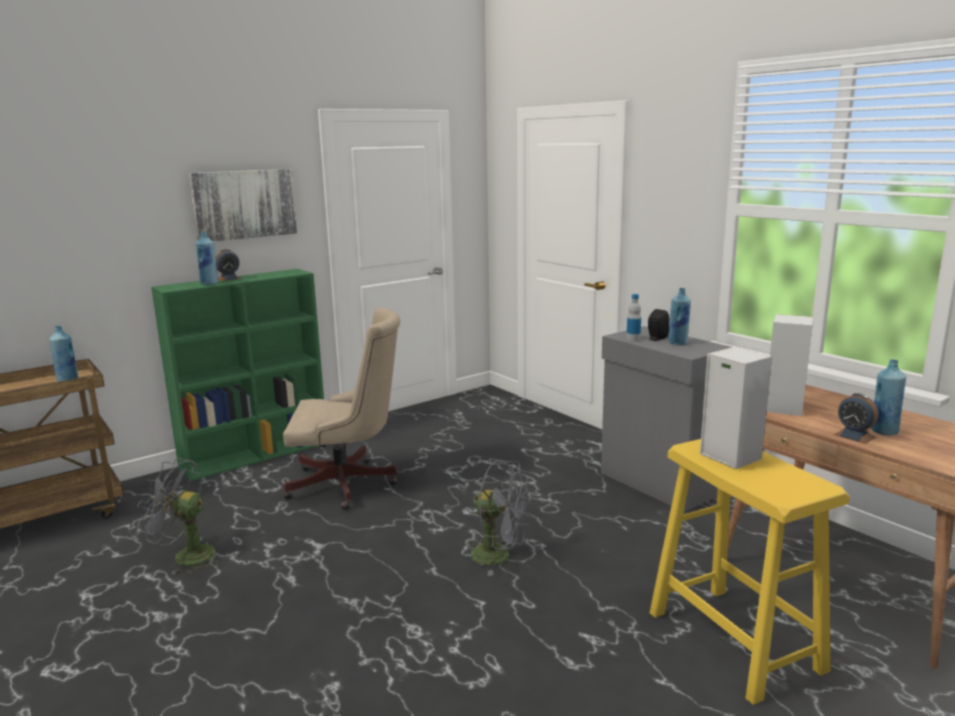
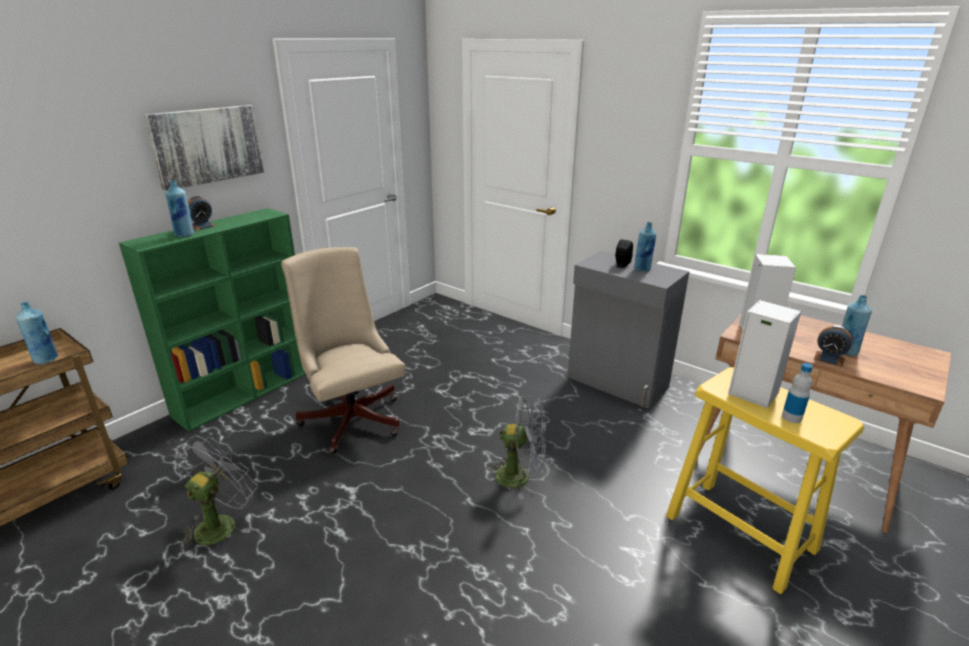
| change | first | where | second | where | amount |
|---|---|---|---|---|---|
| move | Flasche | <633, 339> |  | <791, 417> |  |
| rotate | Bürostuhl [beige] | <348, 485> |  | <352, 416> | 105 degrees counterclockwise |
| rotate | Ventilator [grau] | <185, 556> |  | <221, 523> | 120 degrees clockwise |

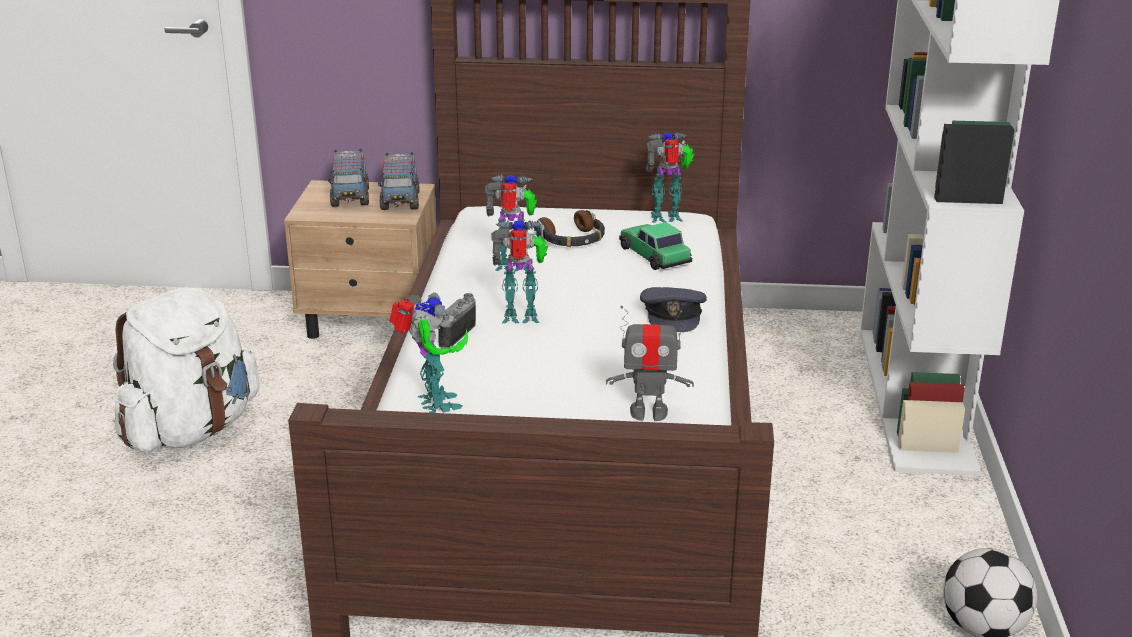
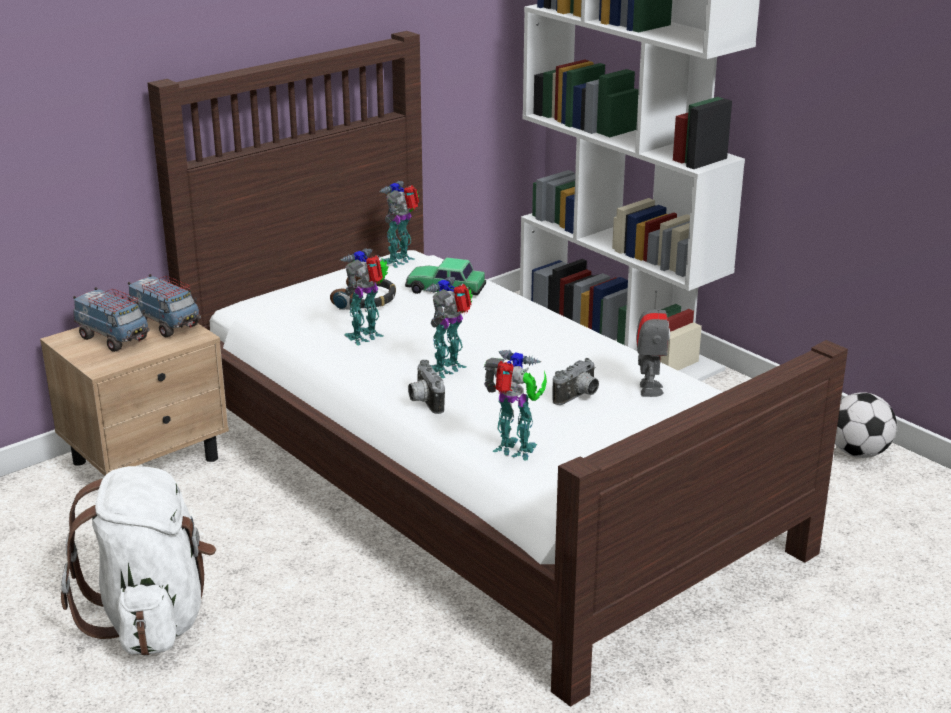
| change | first | where | second | where | amount |
|---|---|---|---|---|---|
| delete | Kappe [grau] | <673, 315> |  |  |  |
| rotate | Spielzeugroboter | <648, 412> |  | <649, 389> | 45 degrees counterclockwise |
| insert |  |  | Kamera | <578, 397> |  |

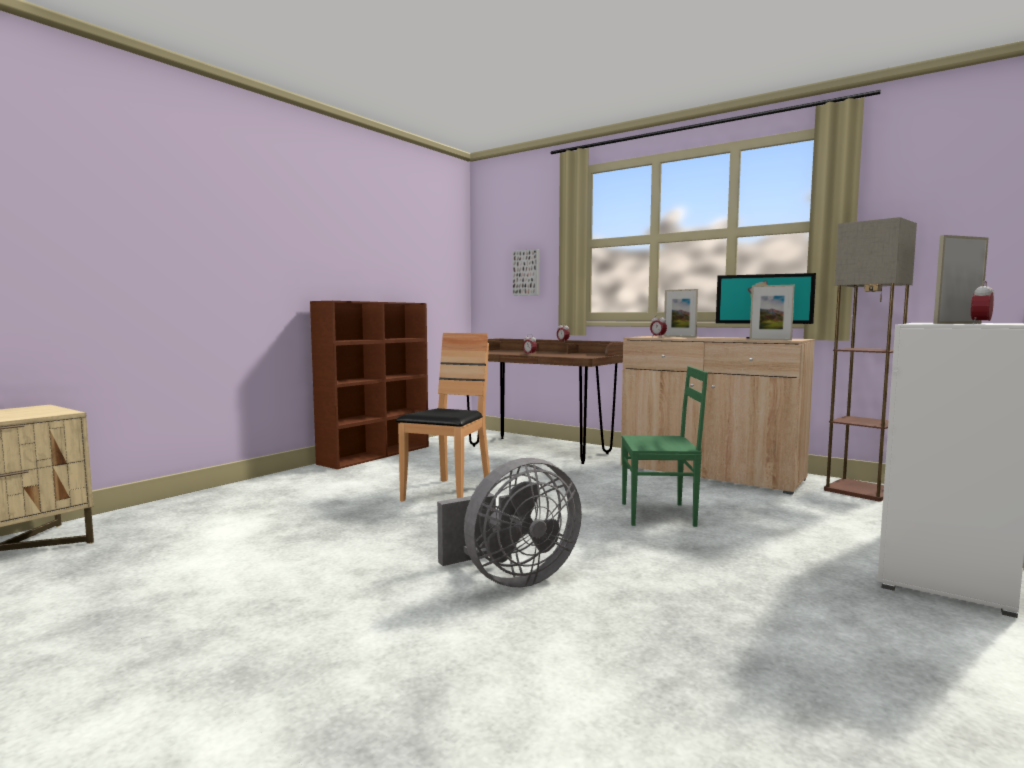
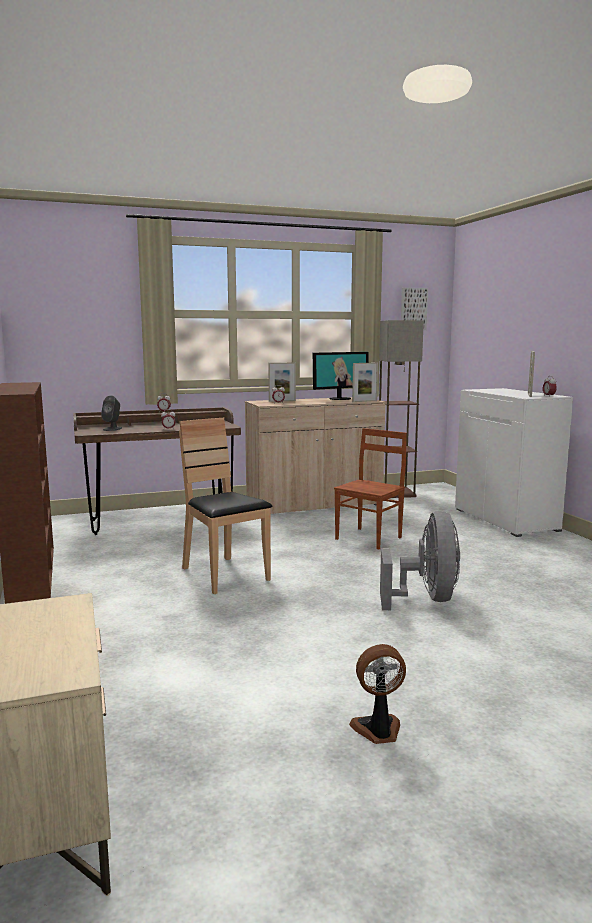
| change | first | where | second | where | amount |
|---|---|---|---|---|---|
| move | Bild | <527, 273> |  | <413, 309> |  |
| recolor | Stuhl [grün] | <659, 515> | Stuhl [braun] | <370, 538> |  |
| insert |  |  | Lautsprecher [grau] | <112, 429> |  |
| insert |  |  | Ventilator | <378, 731> |  |

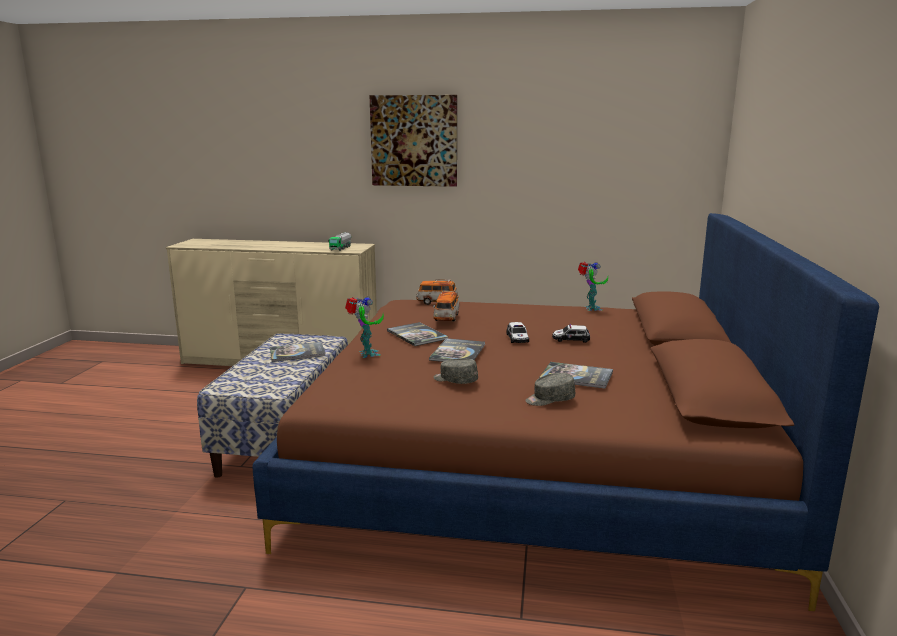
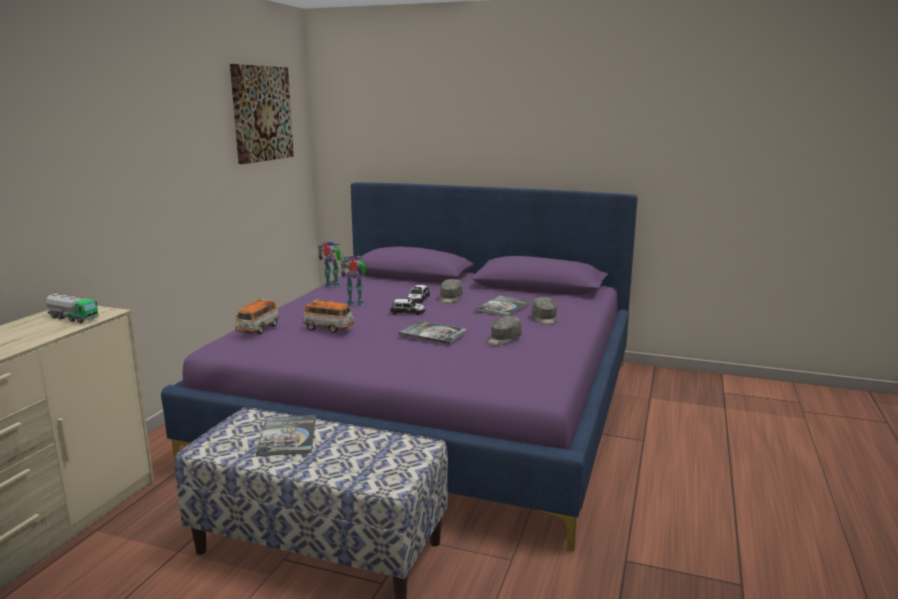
| change | first | where | second | where | amount |
|---|---|---|---|---|---|
| move | Bild | <414, 141> |  | <261, 113> |  |
| recolor | Bett [braun] | <533, 457> | Bett [lila] | <435, 408> |  |
| move | Spielzeugroboter | <366, 354> |  | <356, 303> |  |
| delete | Buch | <417, 335> |  |  |  |
| insert |  |  | Kappe [grau] | <450, 298> |  |

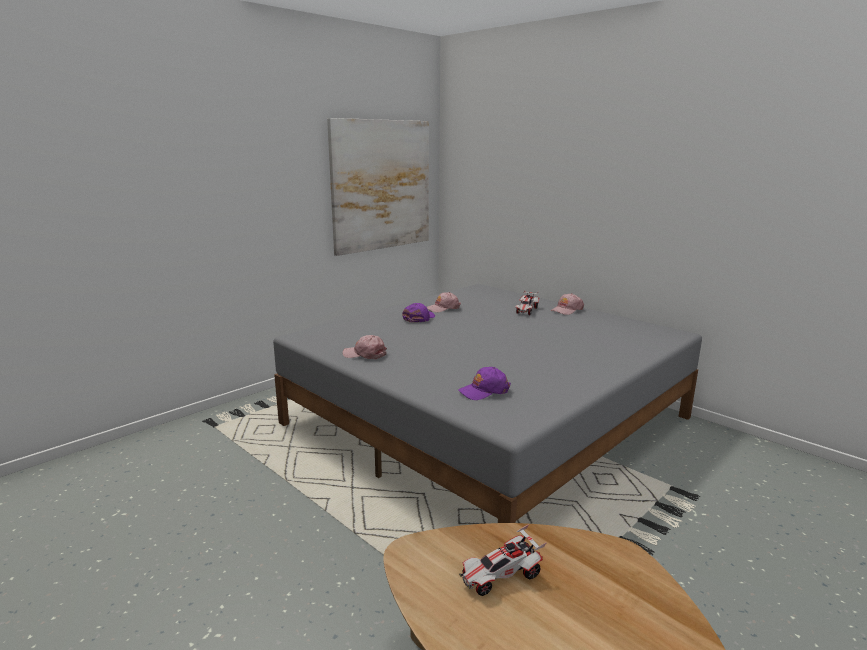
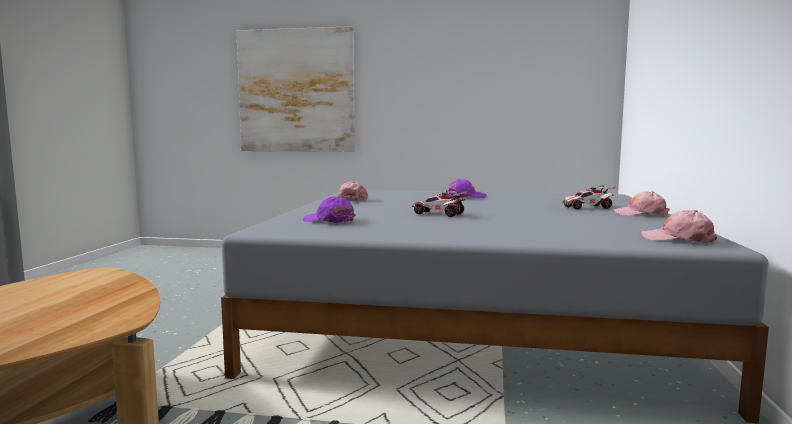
| change | first | where | second | where | amount |
|---|---|---|---|---|---|
| move | Bild | <381, 185> |  | <296, 91> |  |
| move | Kappe [rosa] | <443, 308> |  | <678, 239> |  |
| move | Spielzeugauto | <501, 576> |  | <438, 214> |  |

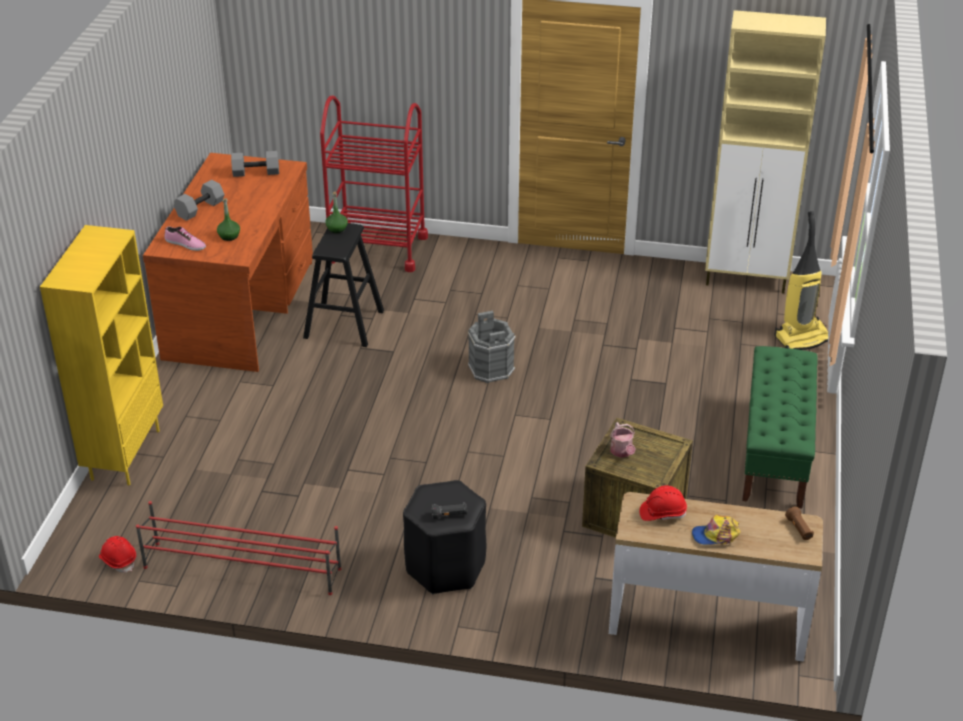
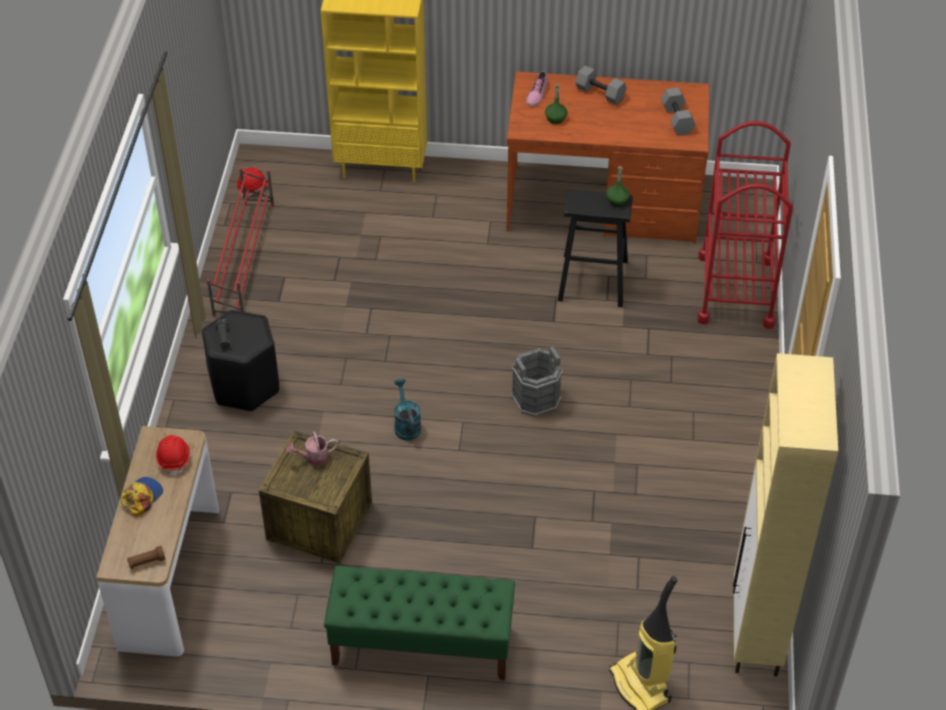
| change | first | where | second | where | amount |
|---|---|---|---|---|---|
| rotate | Kappe | <715, 535> |  | <141, 497> | 45 degrees clockwise |
| insert |  |  | Gießkanne [türkis] | <406, 425> |  |

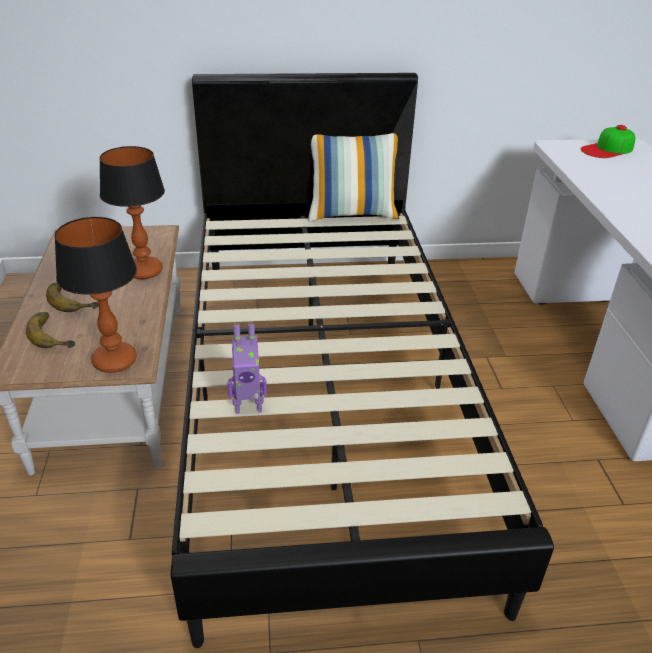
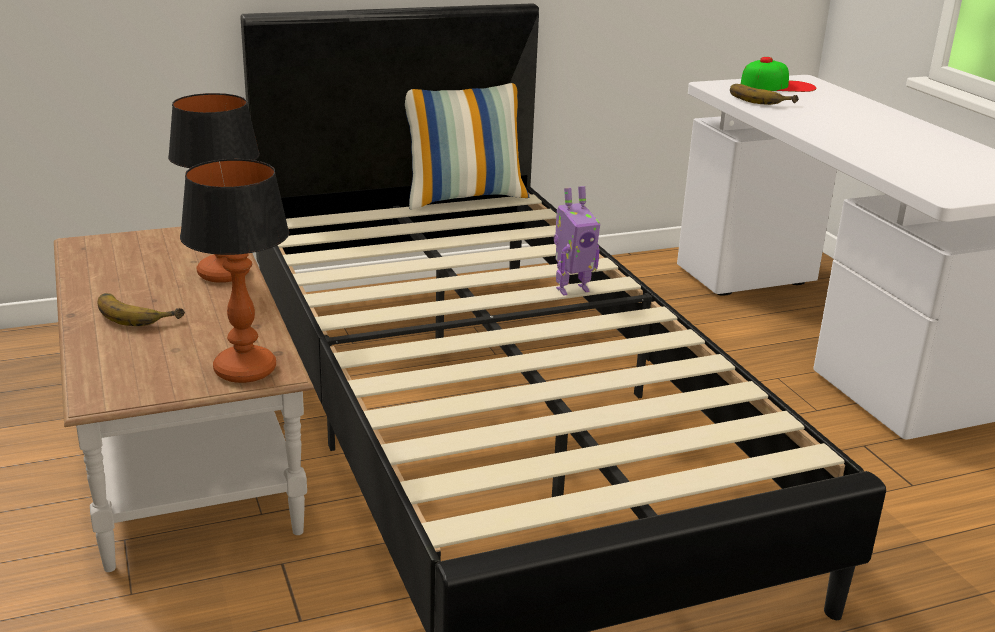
| change | first | where | second | where | amount |
|---|---|---|---|---|---|
| rotate | Kappe | <607, 149> |  | <778, 85> | 135 degrees counterclockwise |
| move | Banane | <55, 333> |  | <760, 99> |  |
| move | Spielzeugroboter | <248, 406> |  | <571, 289> |  |

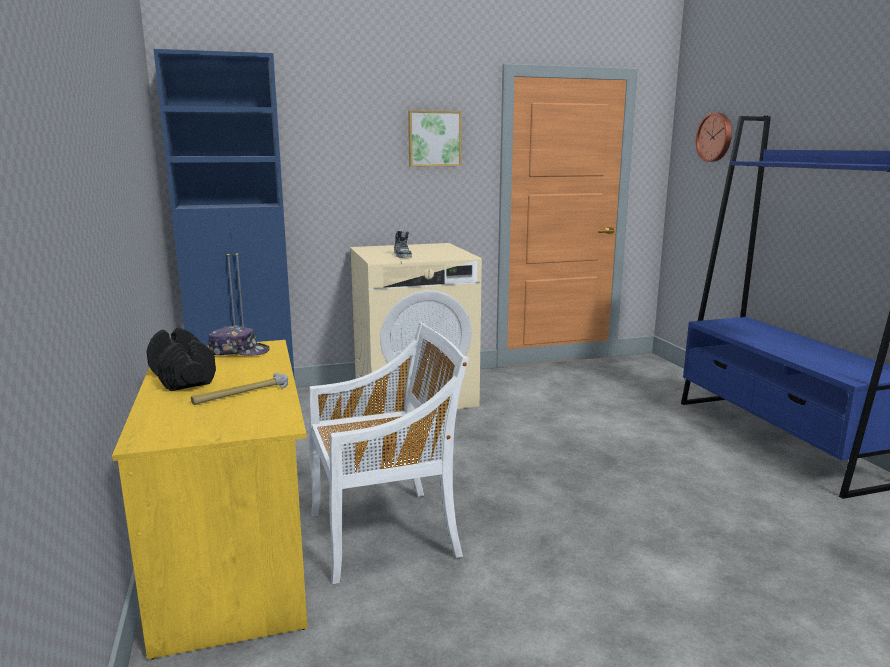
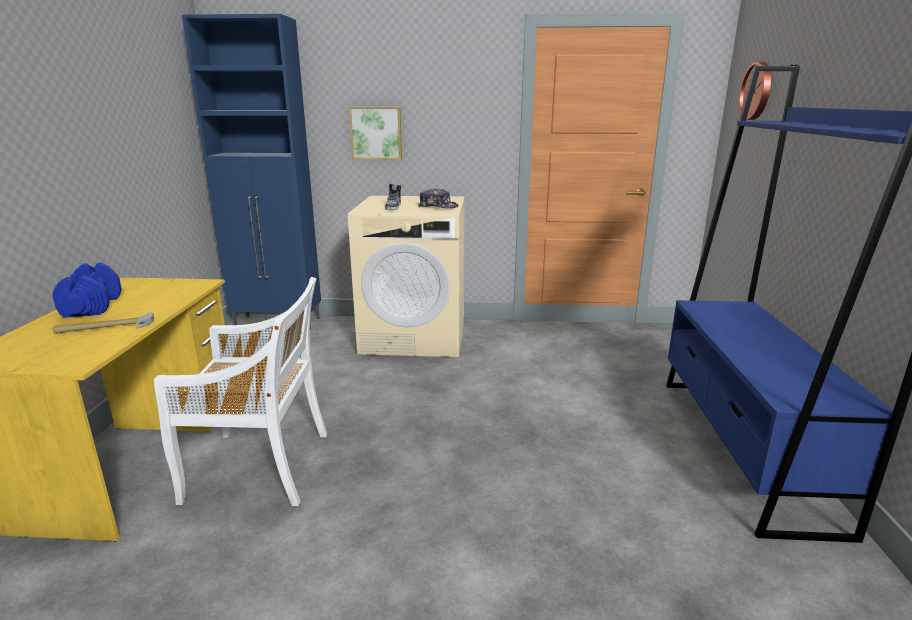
| change | first | where | second | where | amount |
|---|---|---|---|---|---|
| move | Bild | <434, 138> |  | <376, 133> |  |
| move | Kappe | <238, 352> |  | <438, 206> |  |
| recolor | Hantel [schwarz] | <183, 378> | Hantel [blau] | <92, 306> |  |

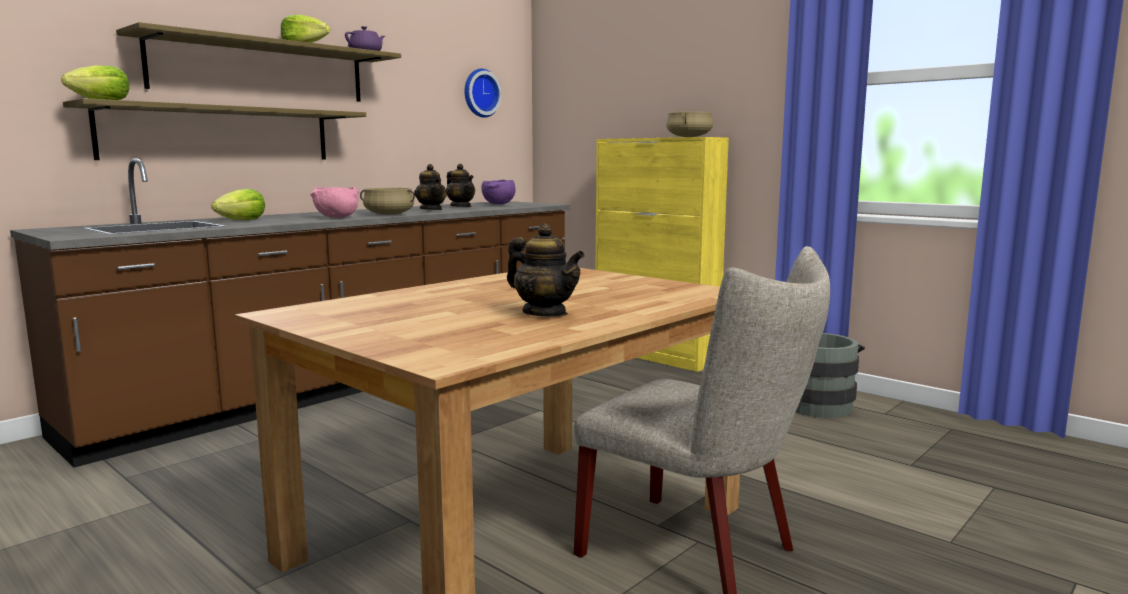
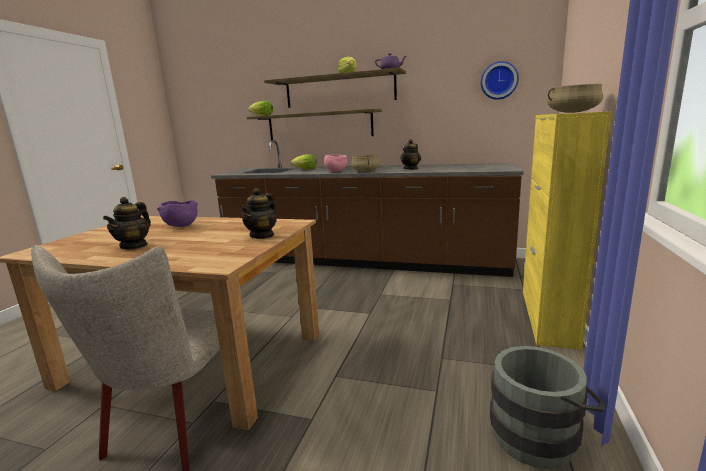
| change | first | where | second | where | amount |
|---|---|---|---|---|---|
| move | Teekanne | <461, 206> |  | <262, 235> |  |
| move | Schüssel [lila] | <498, 204> |  | <180, 226> |  |

